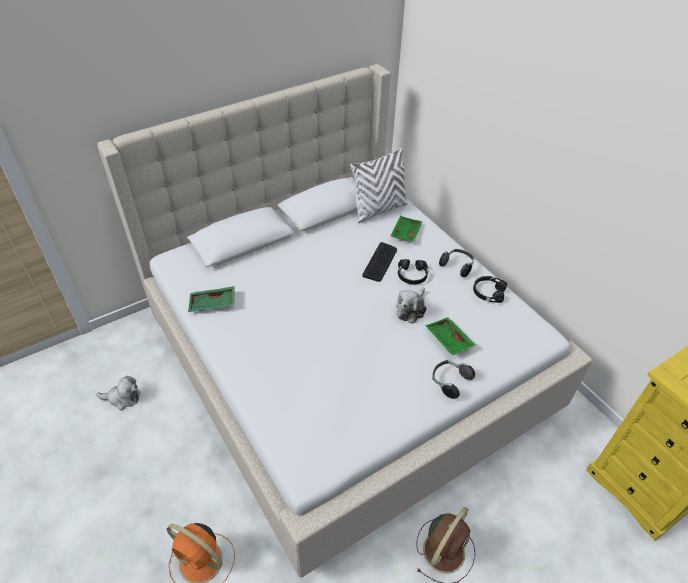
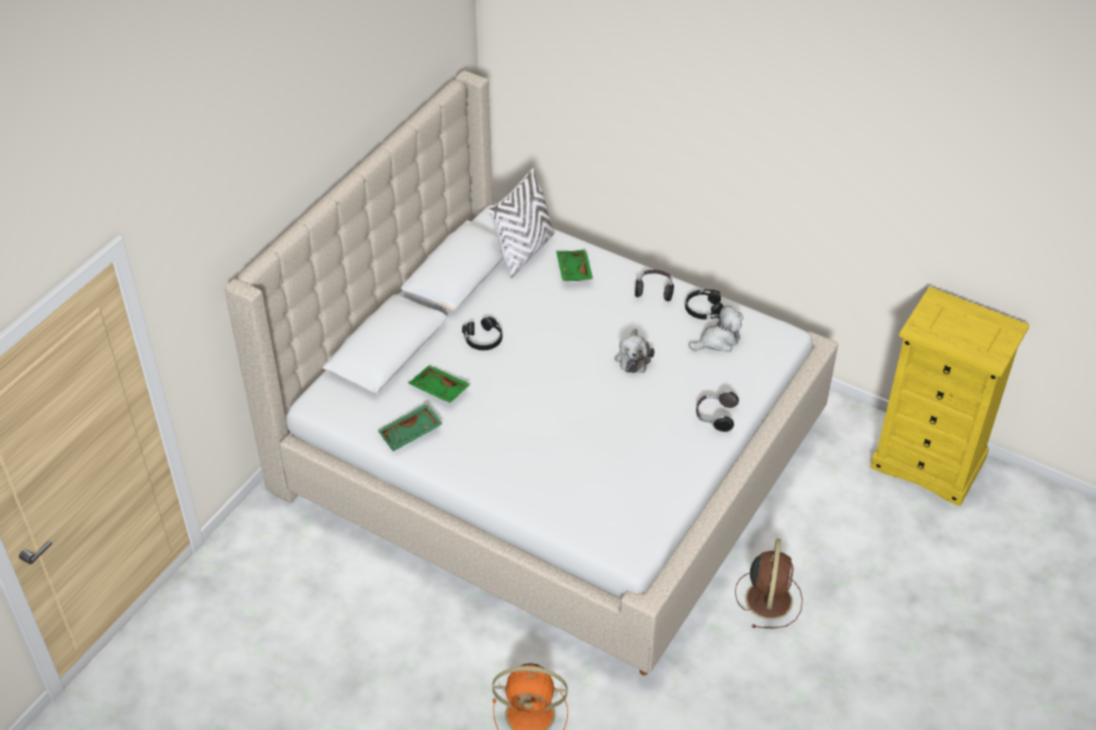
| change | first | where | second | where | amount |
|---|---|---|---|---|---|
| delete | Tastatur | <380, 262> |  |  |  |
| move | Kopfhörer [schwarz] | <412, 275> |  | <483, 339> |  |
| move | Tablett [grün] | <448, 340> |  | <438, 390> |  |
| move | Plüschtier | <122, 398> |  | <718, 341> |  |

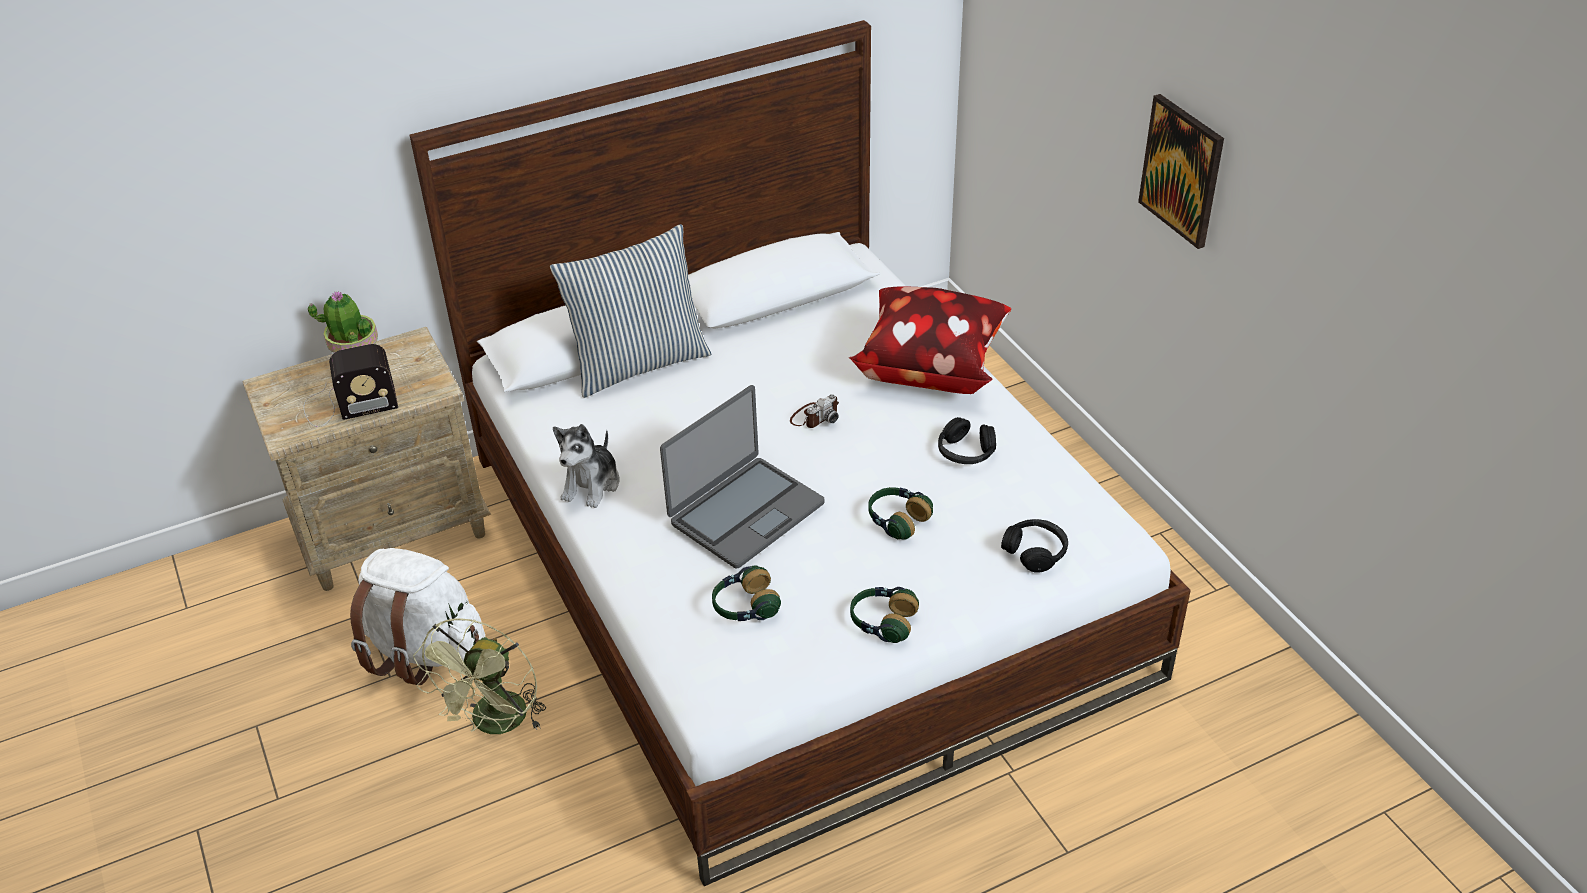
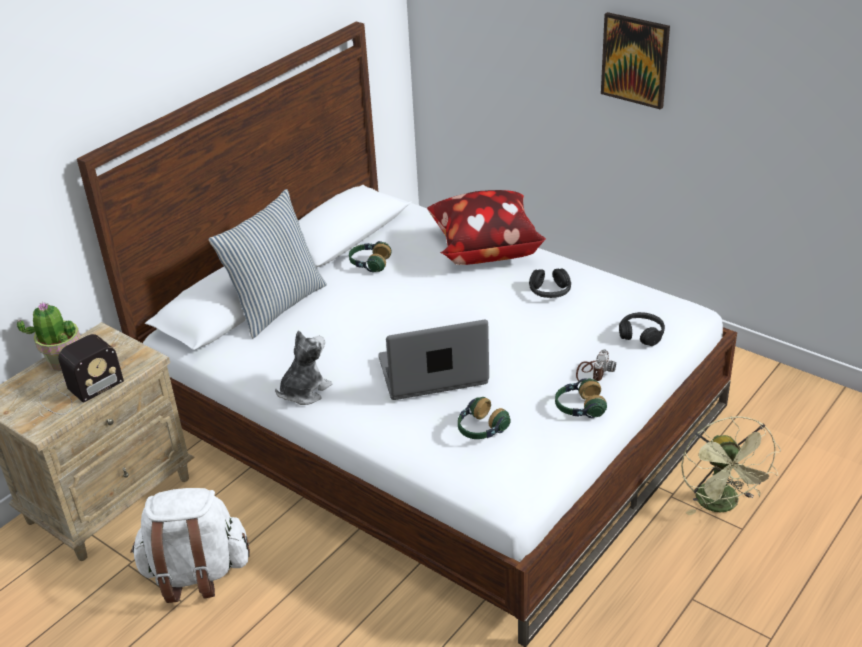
| change | first | where | second | where | amount |
|---|---|---|---|---|---|
| rotate | Laptop | <745, 512> |  | <433, 372> | 120 degrees counterclockwise |
| move | Kamera | <815, 416> |  | <593, 372> |  |
| rotate | Plüschtier | <592, 484> |  | <304, 391> | 135 degrees counterclockwise |
| move | Kopfhörer | <897, 520> |  | <369, 264> |  |
| move | Ventilator [grün] | <496, 724> |  | <722, 505> |  |

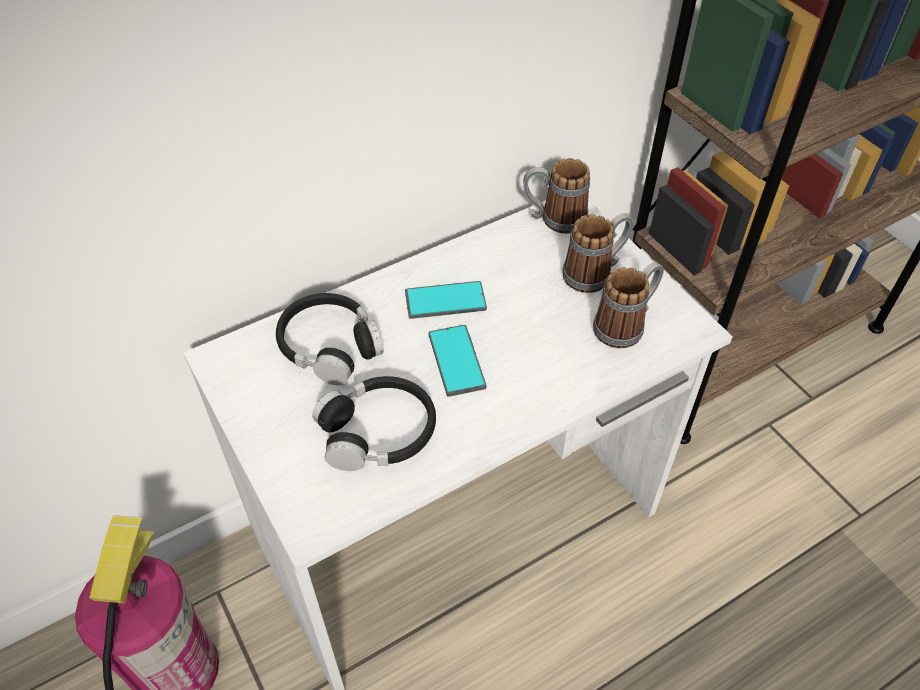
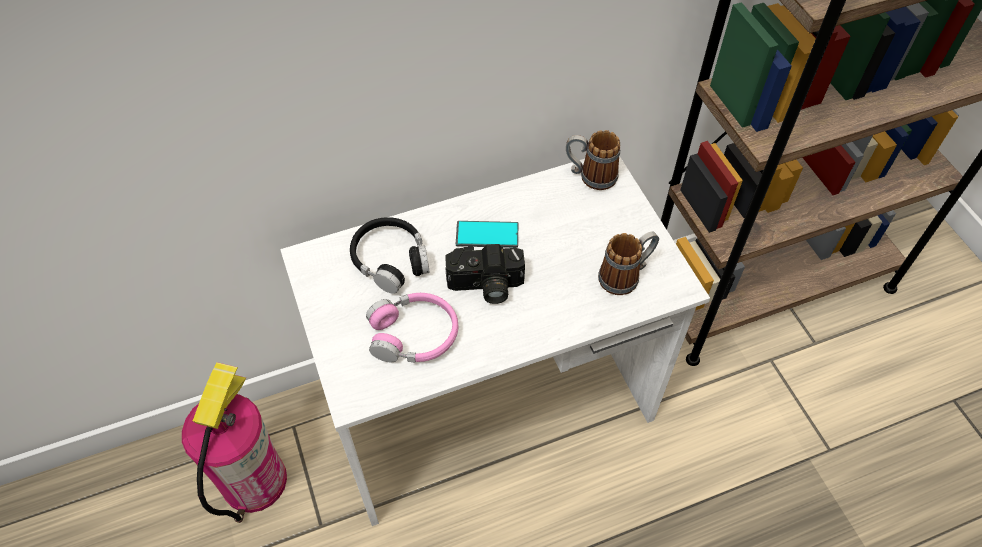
| change | first | where | second | where | amount |
|---|---|---|---|---|---|
| delete | Henkelbecher | <595, 273> |  |  |  |
| replace | Handy | <457, 361> | Kamera | <485, 286> |  |
| recolor | Kopfhörer [schwarz] | <378, 432> | Kopfhörer [rosa] | <414, 335> |  |

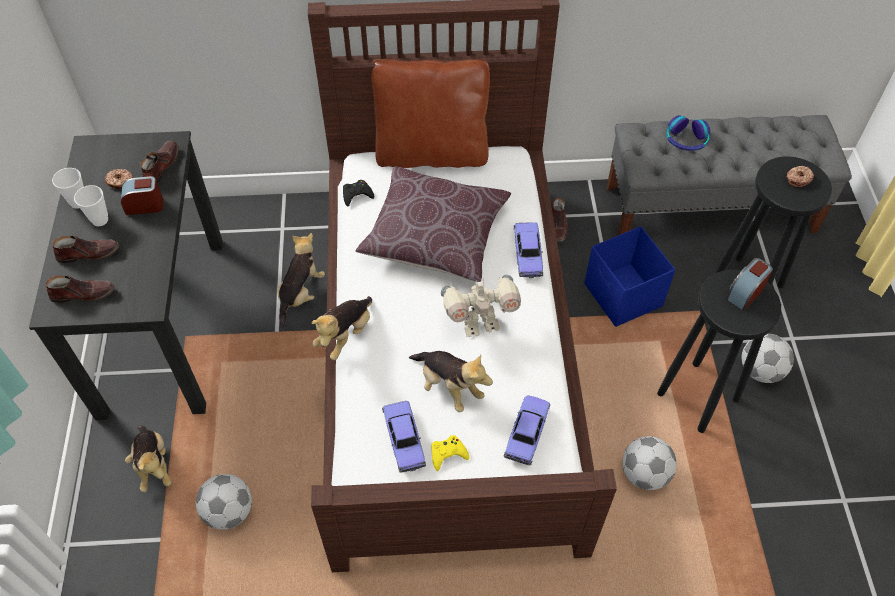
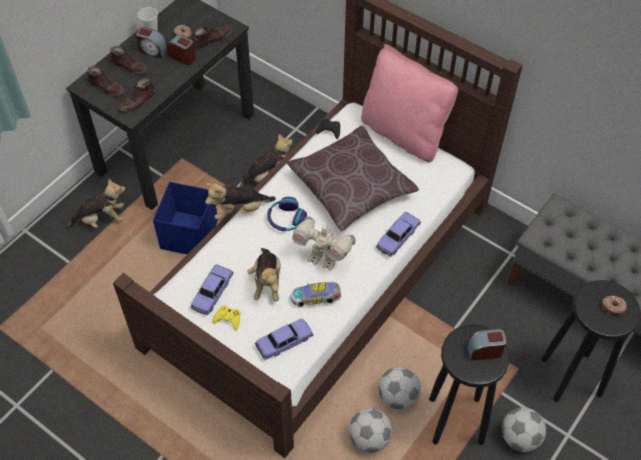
| change | first | where | second | where | amount |
|---|---|---|---|---|---|
| recolor | Kissen [braun] | <431, 153> | Kissen [rosa] | <403, 133> |  |
| move | Kopfhörer | <686, 140> |  | <286, 219> |  |
| replace | Tasse | <100, 220> | Wecker | <152, 50> |  |
| move | Schuh [braun] | <558, 226> |  | <137, 101> |  |
| move | Aufbewahrungsbox [blau] | <623, 296> |  | <188, 235> |  |
| rotate | Plüschtier | <154, 465> |  | <101, 219> | 120 degrees counterclockwise |
| move | Fußball | <229, 511> |  | <398, 396> |  |
| insert |  |  | Spielzeugauto | <316, 298> |  |

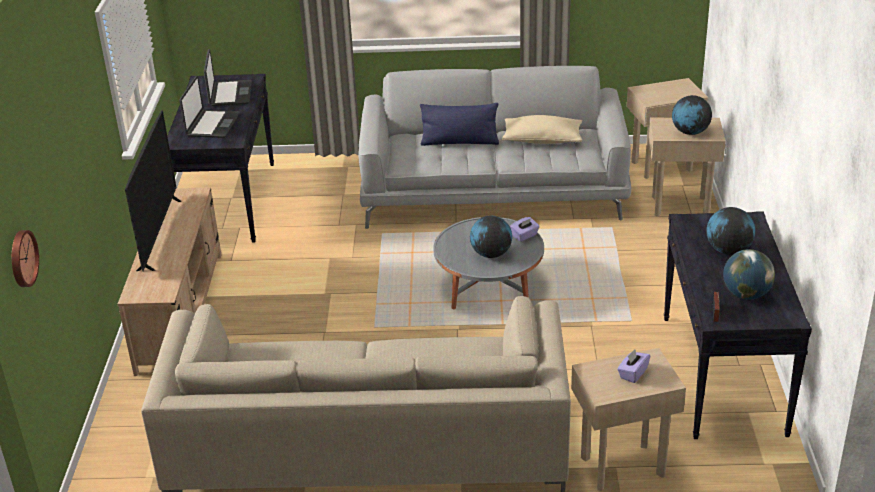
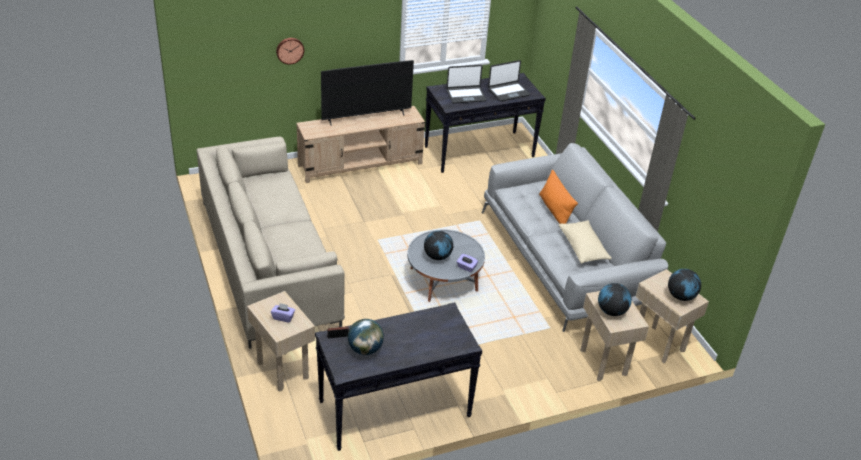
| change | first | where | second | where | amount |
|---|---|---|---|---|---|
| recolor | Kissen [blau] | <459, 142> | Kissen [orange] | <555, 210> |  |
| move | Globus | <728, 250> |  | <681, 296> |  |
| move | Wanduhr | <22, 258> |  | <289, 50> |  |

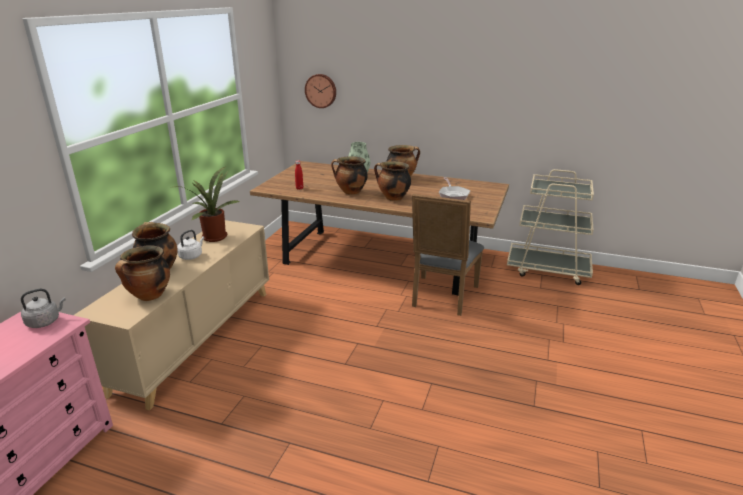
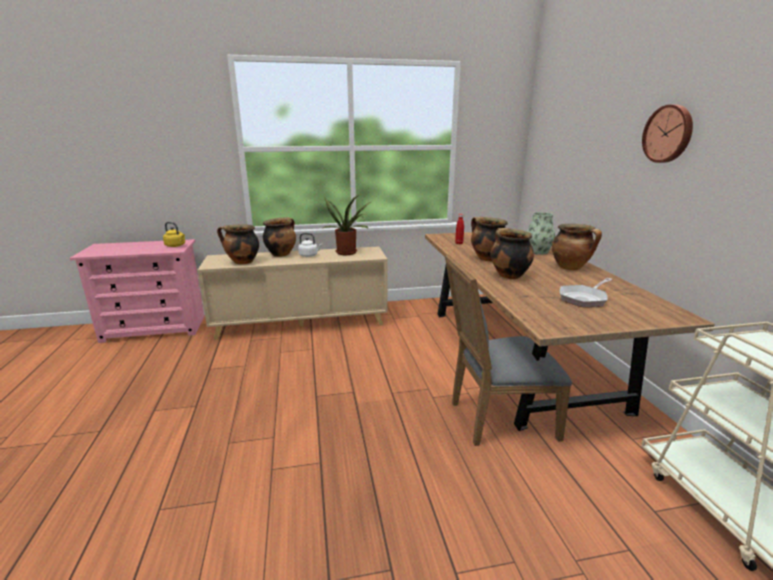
| change | first | where | second | where | amount |
|---|---|---|---|---|---|
| move | Wanduhr | <321, 90> |  | <668, 134> |  |
| recolor | Wasserkessel [grau] | <45, 321> | Wasserkessel [gelb] | <176, 246> |  |

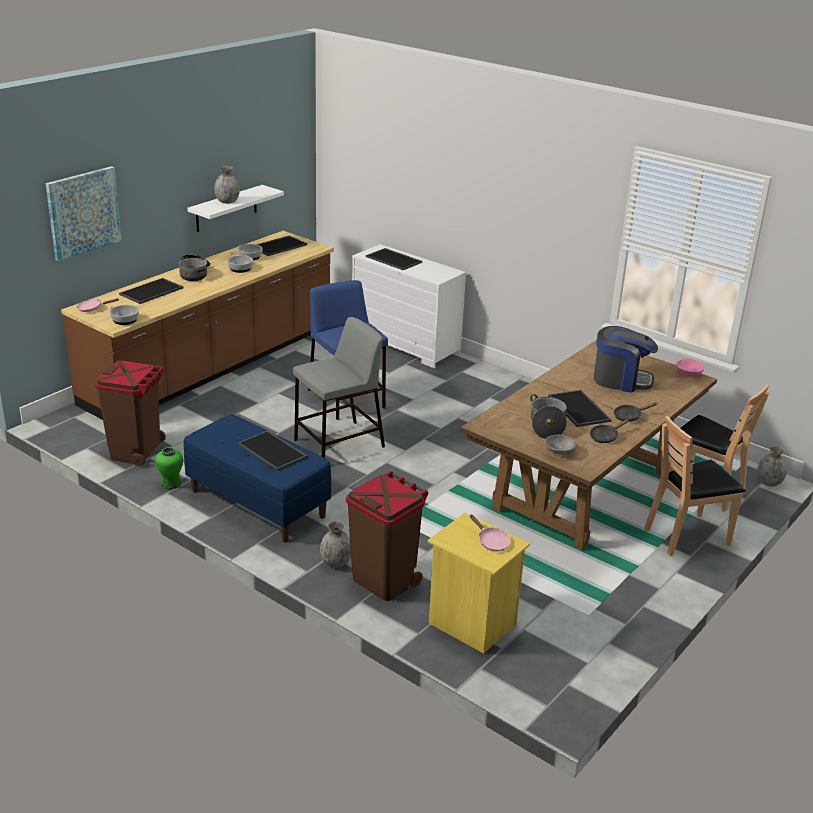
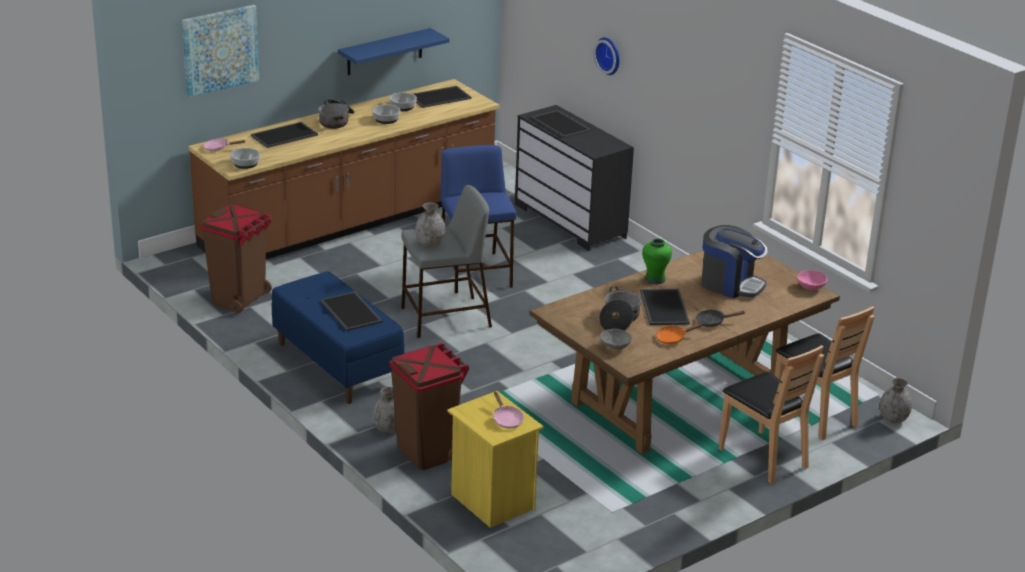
| change | first | where | second | where | amount |
|---|---|---|---|---|---|
| move | Vase [grau] | <227, 201> |  | <430, 243> |  |
| recolor | Wandregal [weiß] | <226, 208> | Wandregal [blau] | <384, 52> |  |
| recolor | Kommode [weiß] | <406, 344> | Kommode [schwarz] | <570, 221> |  |
| rotate | Stuhl [braun] | <687, 536> |  | <763, 457> | 120 degrees counterclockwise |
| recolor | Pfanne [schwarz] | <605, 437> | Pfanne [orange] | <673, 338> |  |
| move | Vase [grün] | <171, 484> |  | <655, 279> |  |
| insert |  |  | Wanduhr | <609, 55> |  |

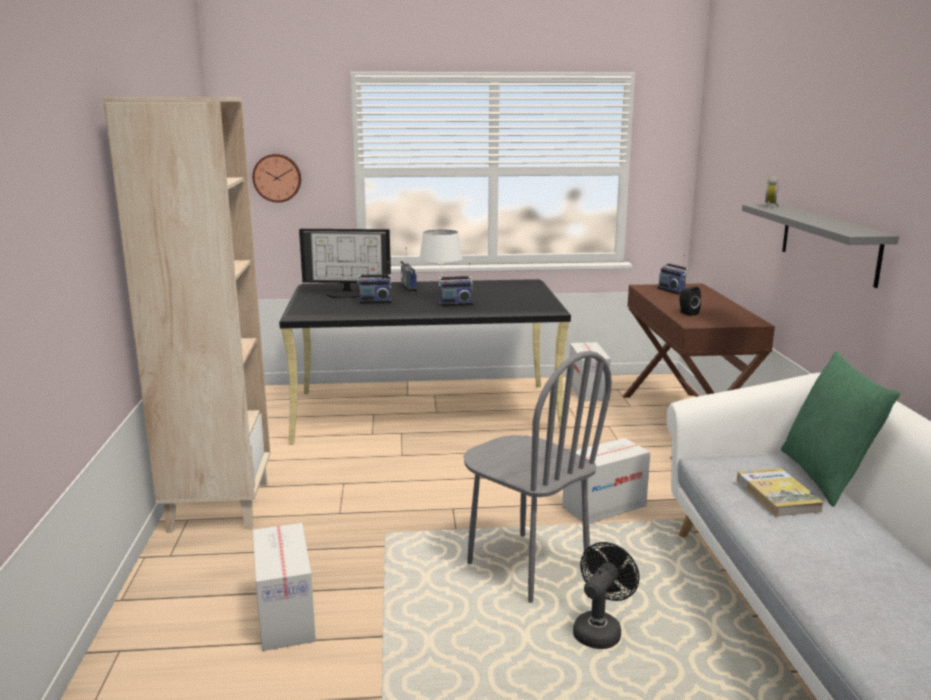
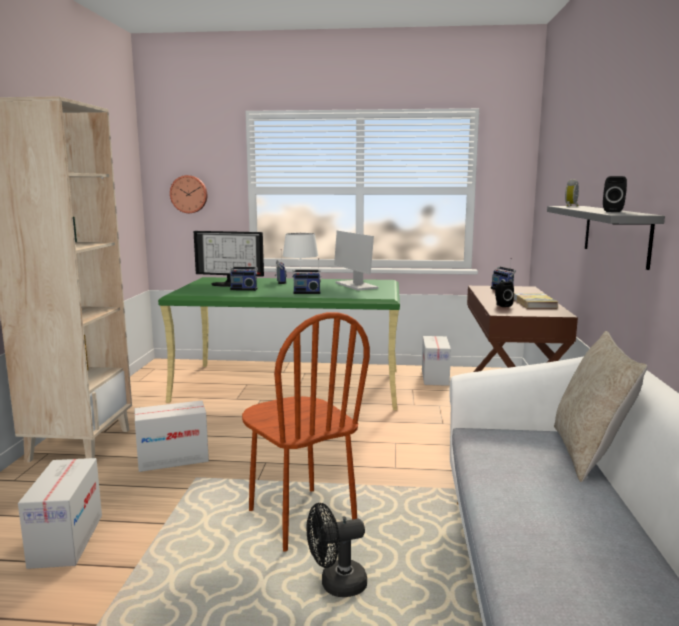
| change | first | where | second | where | amount |
|---|---|---|---|---|---|
| recolor | Schreibtisch [schwarz] | <427, 412> | Schreibtisch [grün] | <291, 385> |  |
| recolor | Stuhl [grau] | <527, 567> | Stuhl [braun] | <301, 518> |  |
| recolor | Kissen [grün] | <826, 477> | Kissen [beige] | <589, 454> |  |
| move | Karton | <604, 506> |  | <173, 459> |  |
| move | Buch | <777, 495> |  | <534, 303> |  |
| rotate | Ventilator [schwarz] | <600, 630> |  | <336, 585> | 150 degrees counterclockwise |
| insert |  |  | Lautsprecher [schwarz] | <613, 211> |  |
| insert |  |  | Monitor | <355, 285> |  |

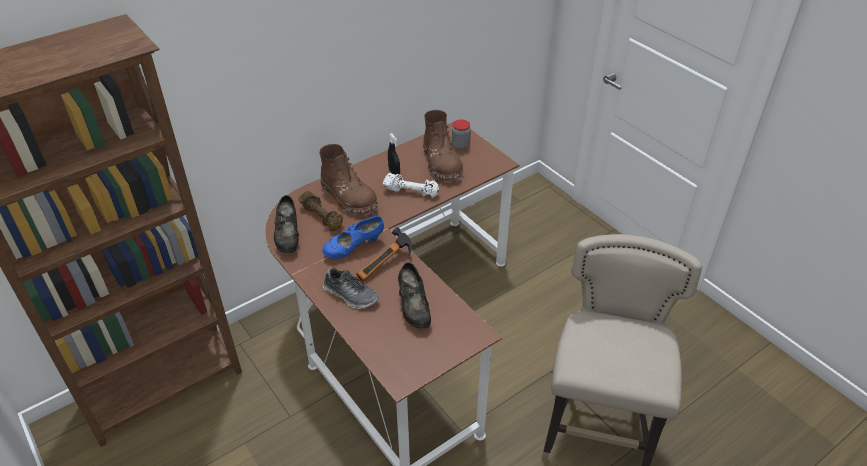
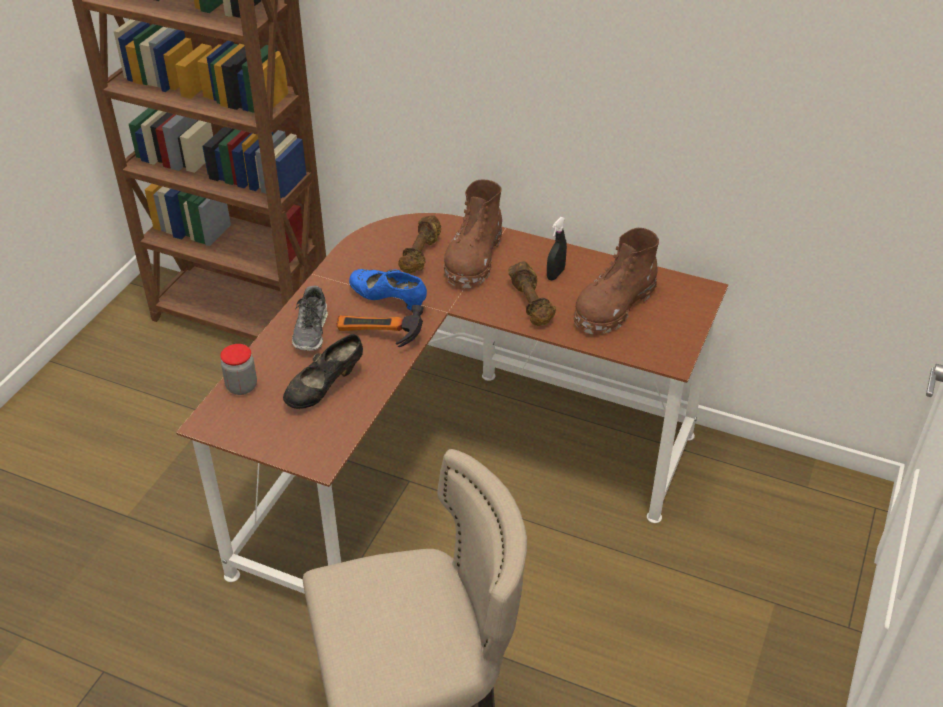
| change | first | where | second | where | amount |
|---|---|---|---|---|---|
| move | Vorratsglas | <460, 146> |  | <242, 386> |  |
| recolor | Hantel [weiß] | <411, 192> | Hantel [braun] | <531, 303> |  |
| delete | Schuh [schwarz] | <288, 237> |  |  |  |

